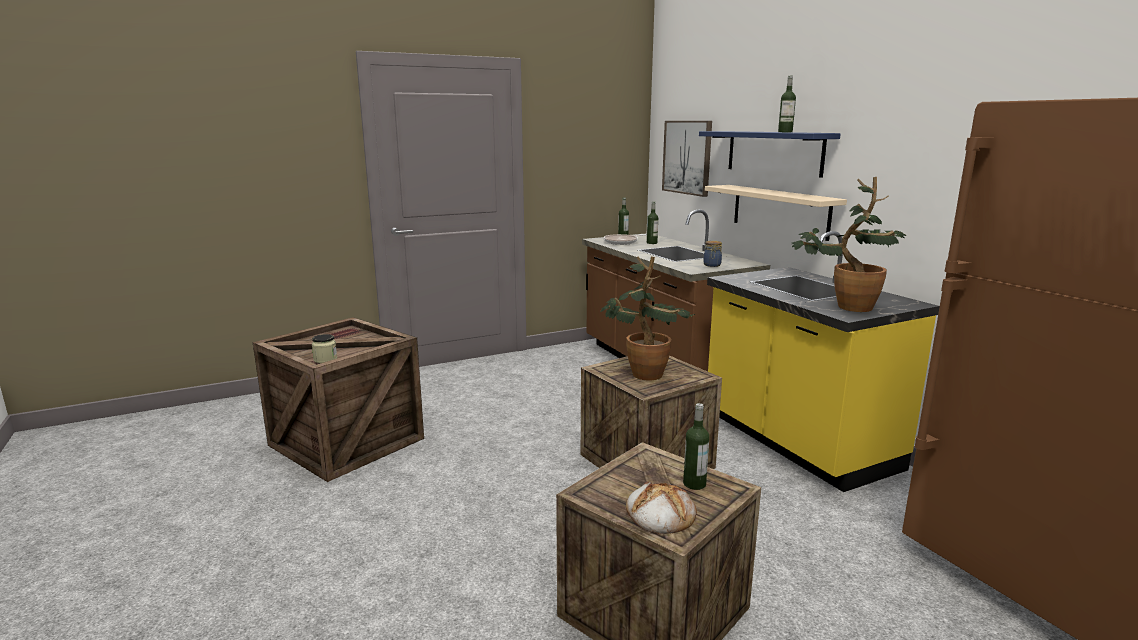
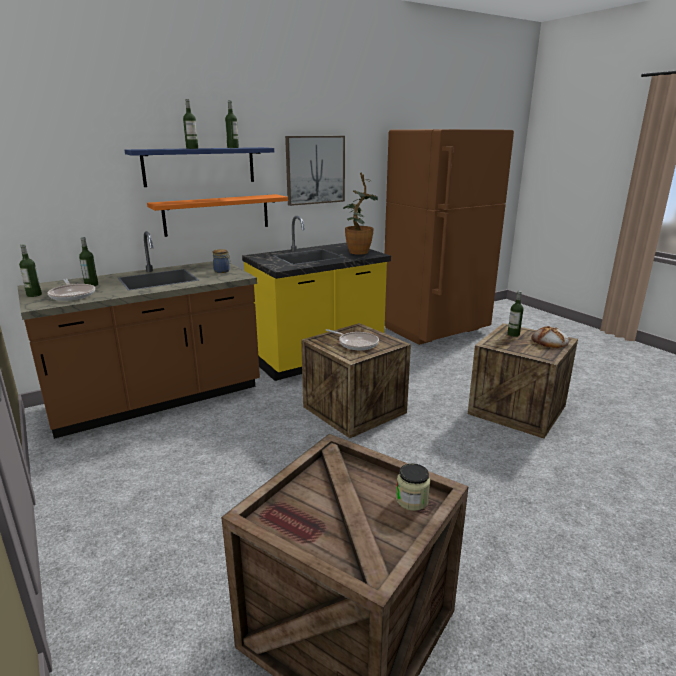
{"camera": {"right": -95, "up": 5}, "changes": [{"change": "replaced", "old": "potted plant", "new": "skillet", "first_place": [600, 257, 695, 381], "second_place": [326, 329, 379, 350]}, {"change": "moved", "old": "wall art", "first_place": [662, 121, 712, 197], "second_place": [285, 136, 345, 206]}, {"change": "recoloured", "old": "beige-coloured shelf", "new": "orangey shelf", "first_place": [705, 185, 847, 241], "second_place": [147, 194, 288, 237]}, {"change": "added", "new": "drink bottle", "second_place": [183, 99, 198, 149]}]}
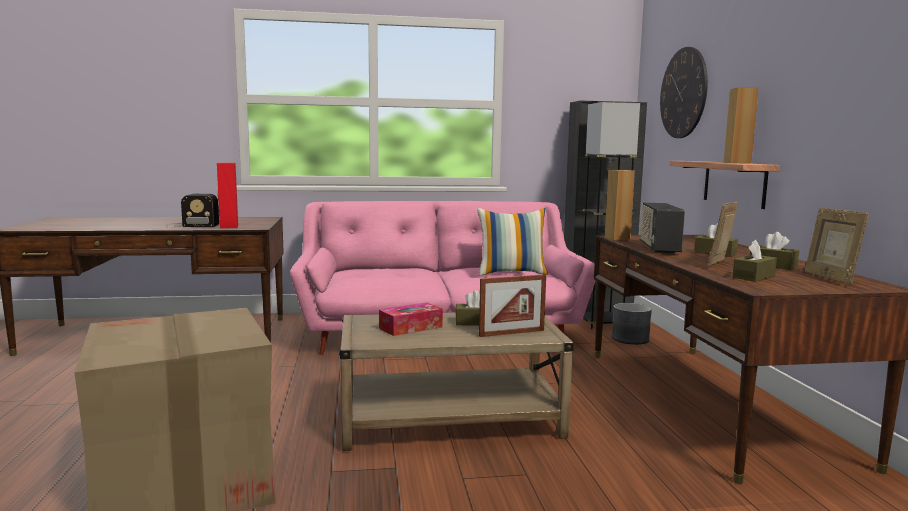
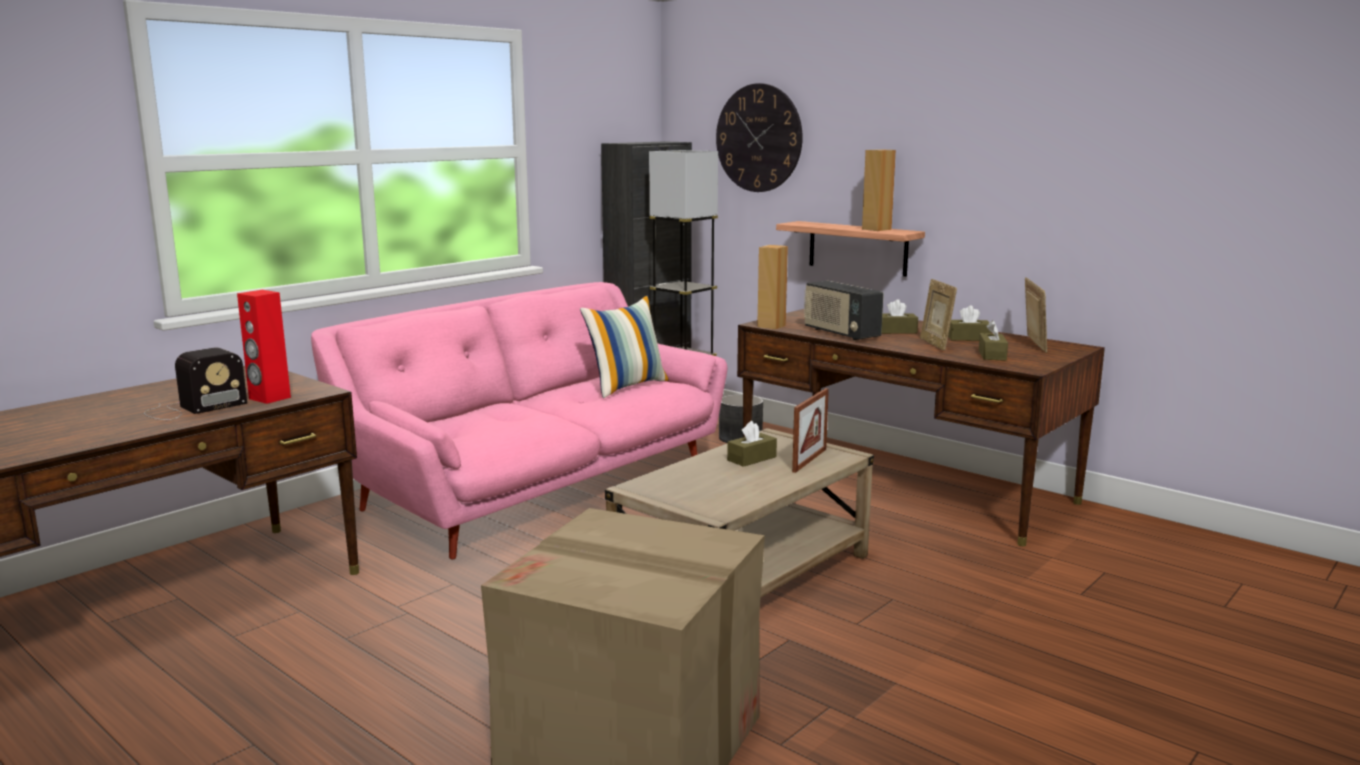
{"camera": {"right": -40, "up": 5}, "changes": [{"change": "removed", "old": "box of tissues", "first_place": [379, 303, 443, 336]}, {"change": "turned", "old": "standing frame", "first_place": [805, 208, 869, 284], "second_place": [1025, 277, 1047, 353], "degrees": -135}]}
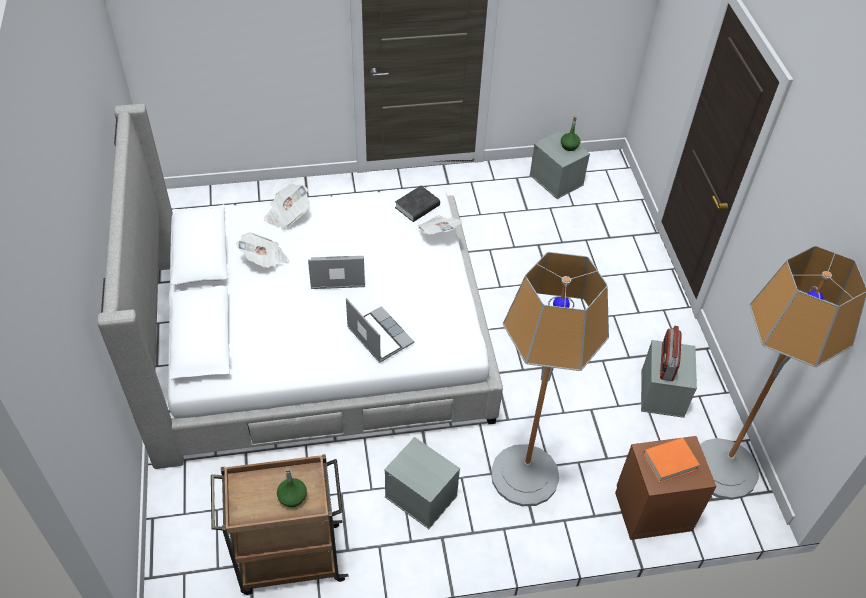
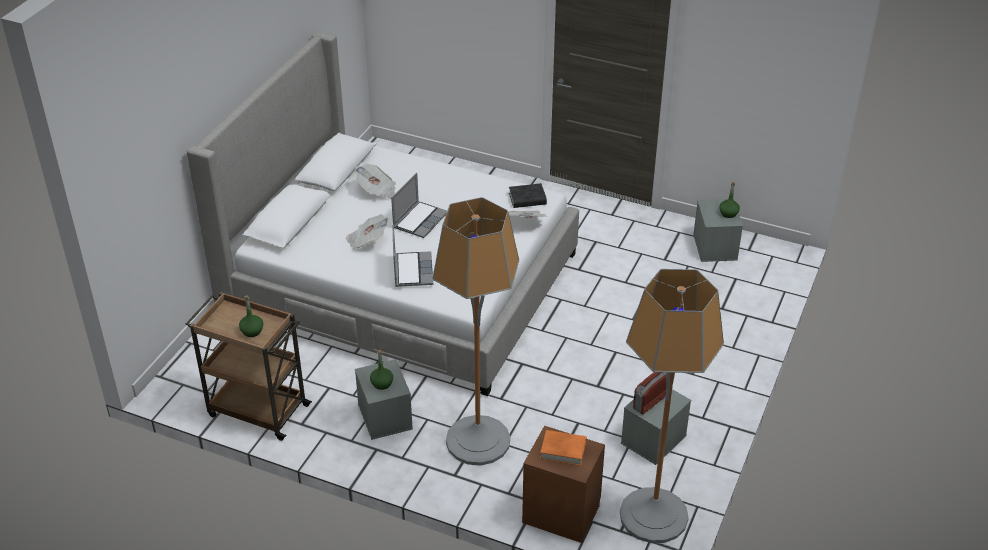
{"camera": {"right": 35, "up": -10}, "changes": [{"change": "moved", "old": "newspaper", "first_place": [264, 184, 310, 230], "second_place": [346, 214, 389, 250]}, {"change": "turned", "old": "portable computer", "first_place": [308, 256, 365, 289], "second_place": [391, 173, 447, 238], "degrees": 90}, {"change": "added", "new": "greenish drink bottle", "second_place": [370, 350, 393, 390]}]}
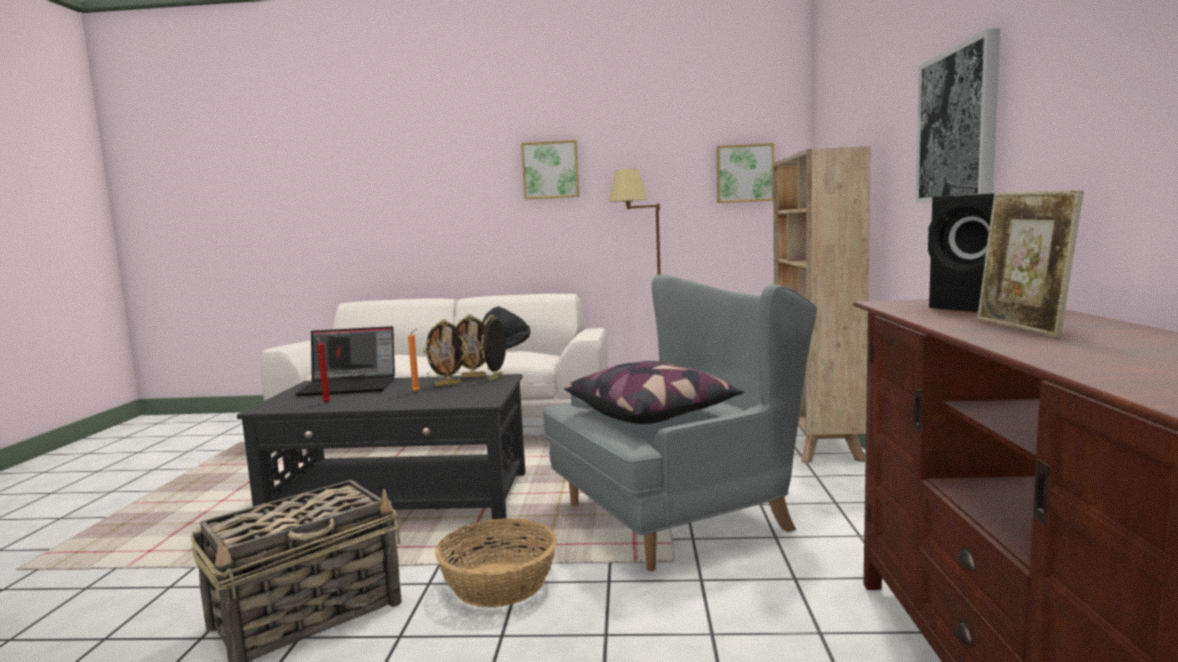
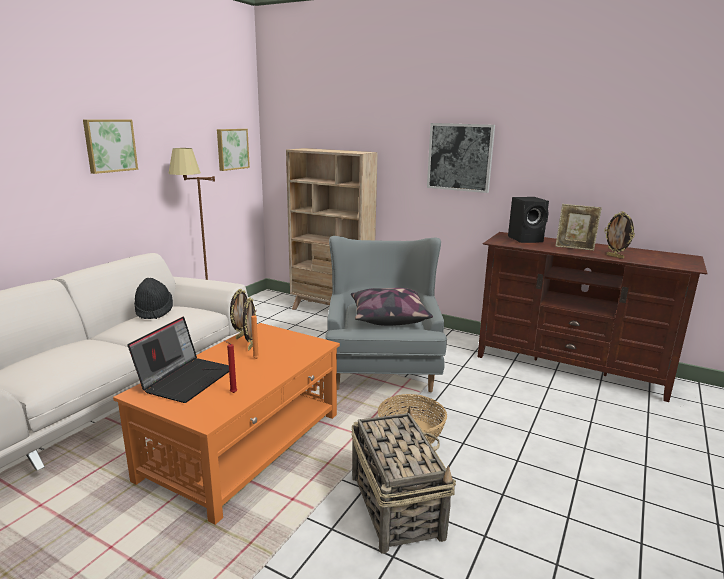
{"camera": {"right": -65, "up": 10}, "changes": [{"change": "recoloured", "old": "black coffee table", "new": "orangey coffee table", "first_place": [237, 374, 525, 522], "second_place": [113, 323, 340, 525]}, {"change": "moved", "old": "standing frame", "first_place": [480, 315, 506, 381], "second_place": [604, 211, 635, 259]}]}
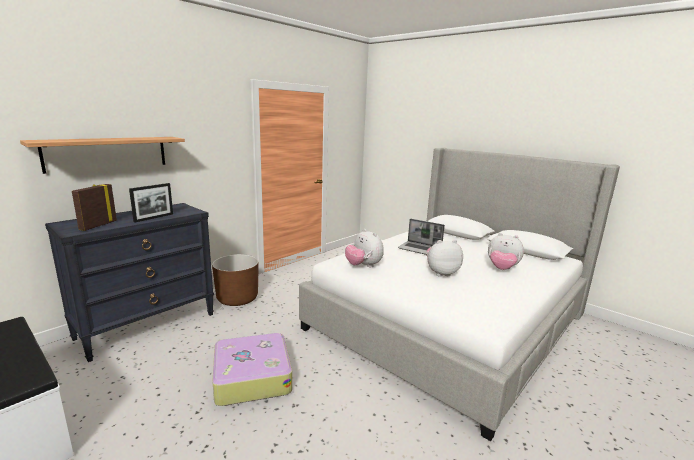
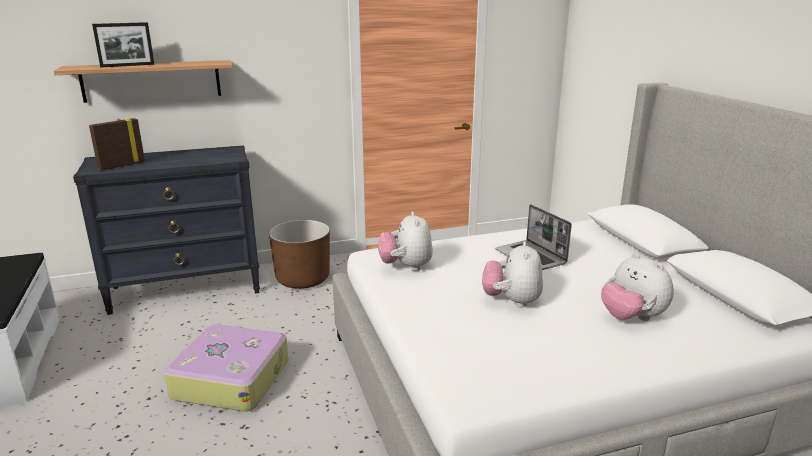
{"camera": {"right": 30, "up": 5}, "changes": [{"change": "moved", "old": "standing frame", "first_place": [129, 183, 173, 222], "second_place": [92, 22, 154, 68]}, {"change": "turned", "old": "soft toy", "first_place": [426, 240, 463, 277], "second_place": [482, 241, 543, 308], "degrees": -105}]}
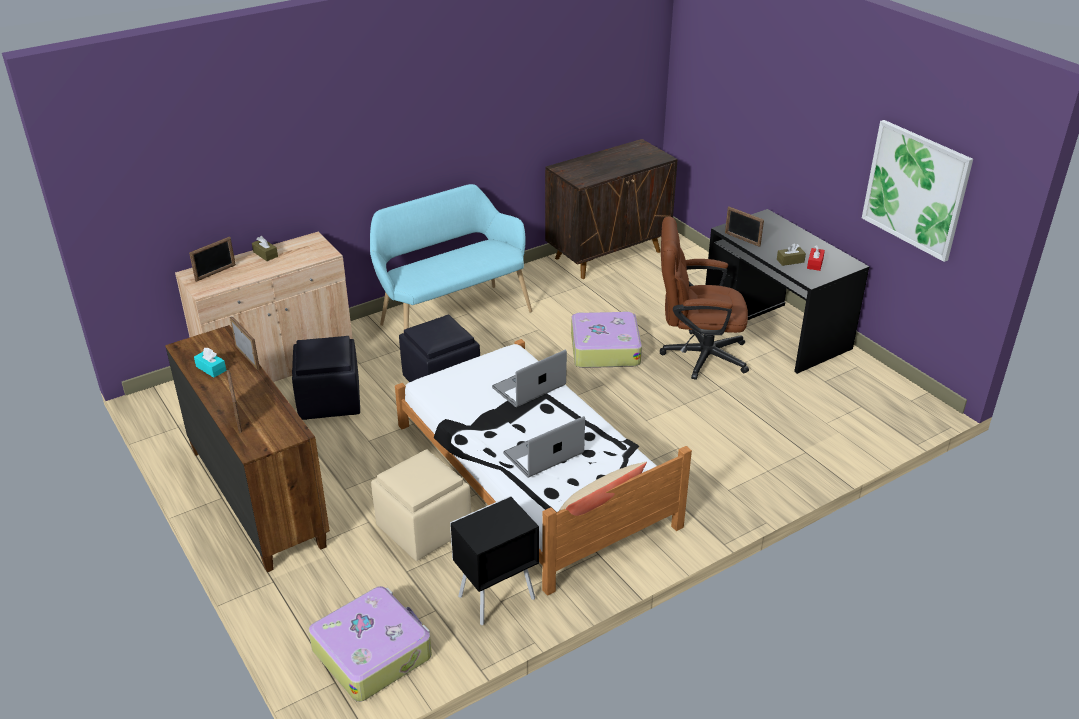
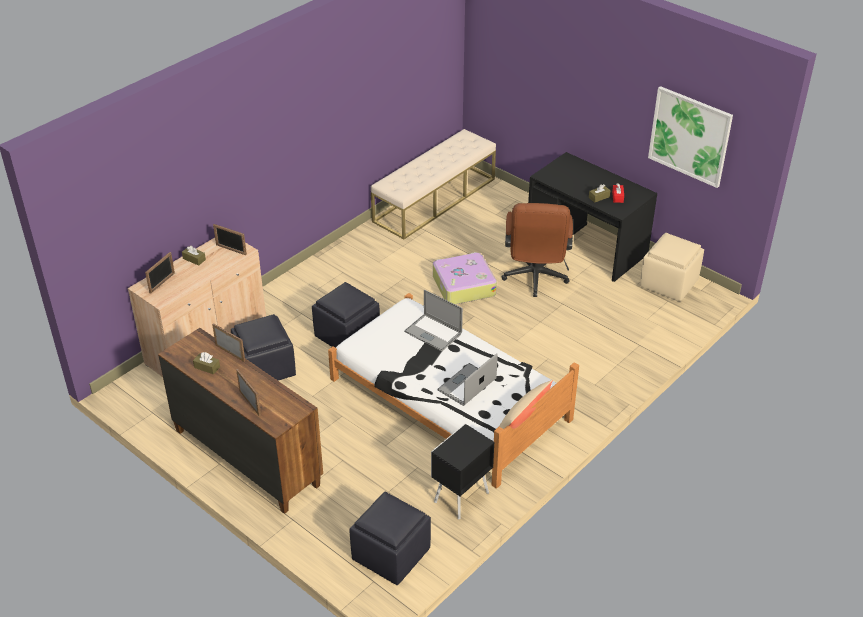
{"camera": {"right": -15, "up": 5}, "changes": [{"change": "recoloured", "old": "turquoise box of tissues", "new": "brown-coloured box of tissues", "first_place": [194, 347, 227, 378], "second_place": [193, 352, 220, 374]}, {"change": "replaced", "old": "travel case", "new": "black pouffe", "first_place": [309, 586, 432, 702], "second_place": [349, 491, 431, 585]}, {"change": "removed", "old": "turquoise bench", "first_place": [370, 184, 532, 329]}, {"change": "moved", "old": "beige-coloured pouffe", "first_place": [371, 449, 471, 561], "second_place": [640, 233, 704, 302]}, {"change": "turned", "old": "portable computer", "first_place": [492, 349, 567, 407], "second_place": [404, 289, 463, 351], "degrees": -90}, {"change": "replaced", "old": "brown-coloured cupboard", "new": "beige-coloured bench", "first_place": [545, 139, 678, 279], "second_place": [371, 129, 496, 239]}, {"change": "turned", "old": "brown-coloured computer chair", "first_place": [660, 217, 749, 380], "second_place": [502, 203, 573, 297], "degrees": -75}, {"change": "moved", "old": "standing frame", "first_place": [725, 206, 764, 247], "second_place": [213, 224, 247, 255]}]}
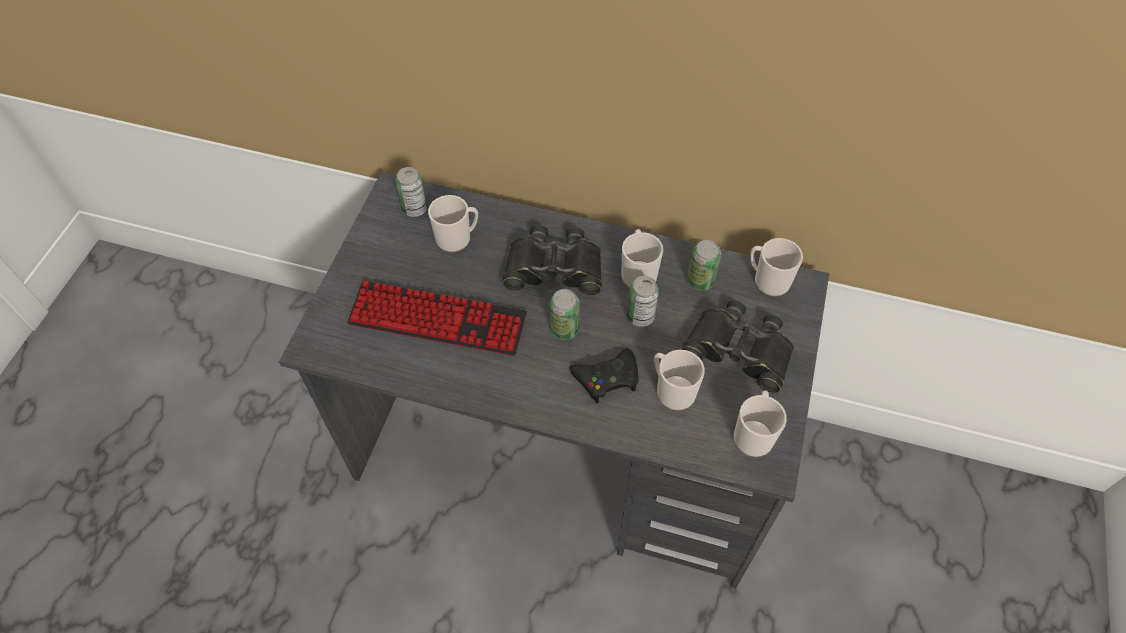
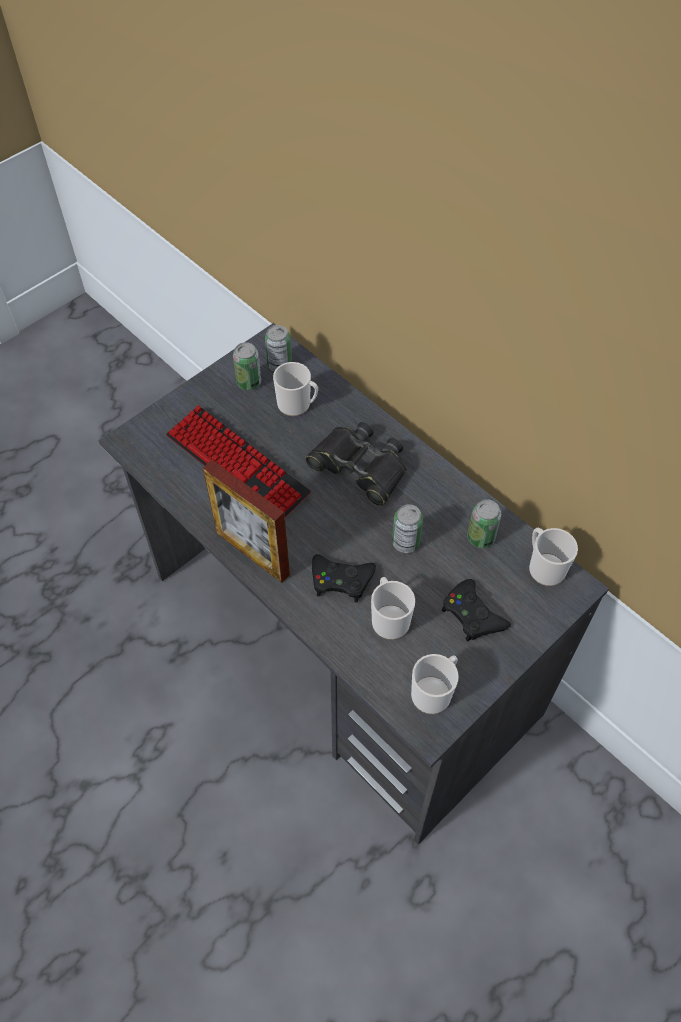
{"camera": {"right": 30, "up": 0}, "changes": [{"change": "moved", "old": "can", "first_place": [550, 289, 580, 340], "second_place": [233, 342, 261, 390]}, {"change": "removed", "old": "mug", "first_place": [621, 229, 663, 288]}, {"change": "replaced", "old": "black pair of binoculars", "new": "black joypad", "first_place": [681, 300, 794, 393], "second_place": [442, 579, 511, 641]}, {"change": "added", "new": "standing frame", "second_place": [203, 460, 290, 583]}]}
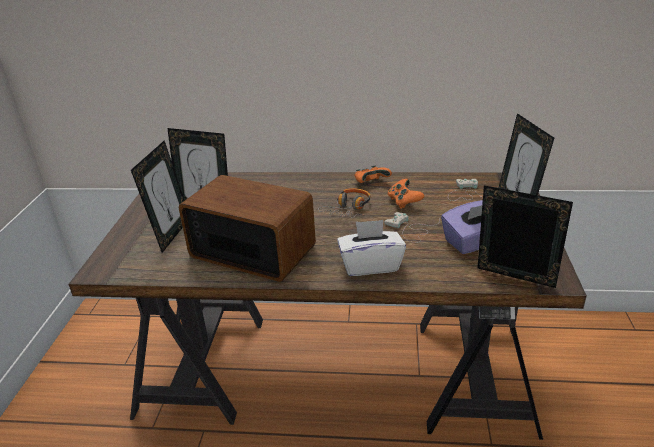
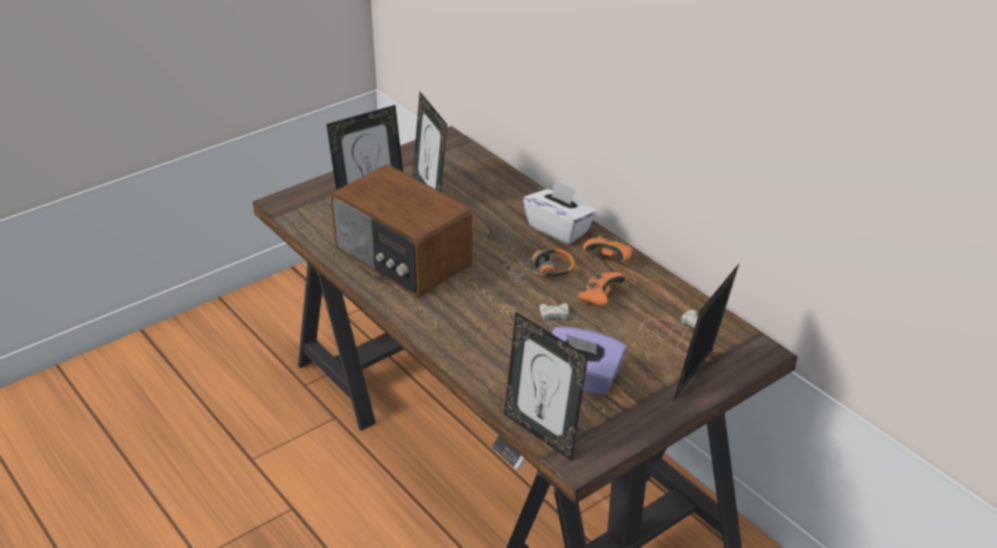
{"camera": {"right": 45, "up": 5}, "changes": [{"change": "turned", "old": "radio set", "first_place": [179, 175, 316, 282], "second_place": [330, 165, 473, 297], "degrees": 150}, {"change": "moved", "old": "whitish box of tissues", "first_place": [337, 220, 406, 276], "second_place": [523, 180, 596, 244]}, {"change": "turned", "old": "standing frame", "first_place": [477, 185, 573, 288], "second_place": [504, 312, 588, 461], "degrees": 150}]}
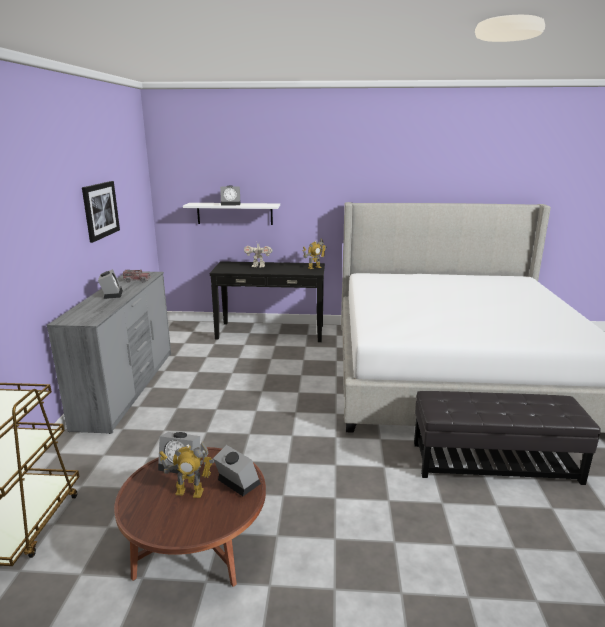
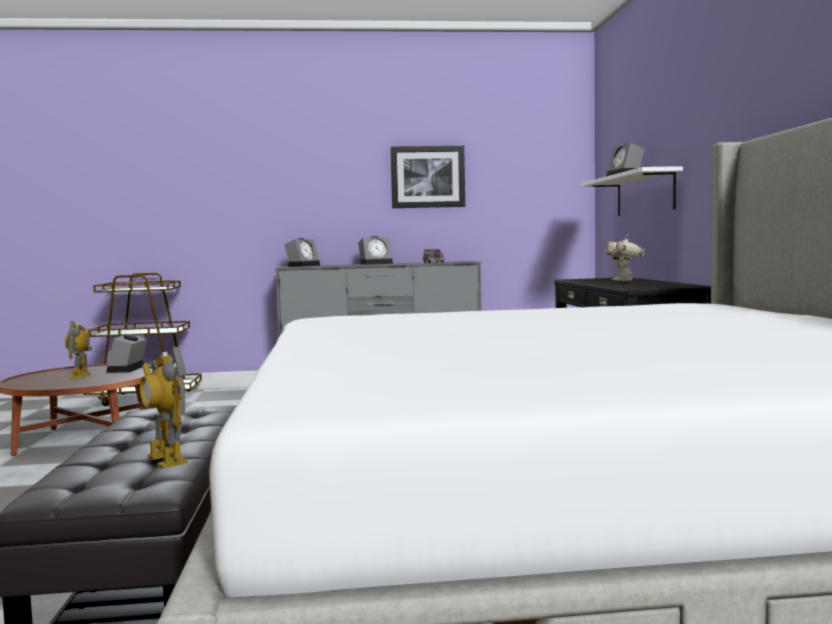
{"camera": {"right": 80, "up": -15}, "changes": [{"change": "moved", "old": "table clock", "first_place": [213, 445, 261, 496], "second_place": [284, 238, 321, 267]}, {"change": "moved", "old": "robot figure", "first_place": [302, 238, 327, 269], "second_place": [140, 347, 188, 469]}]}
